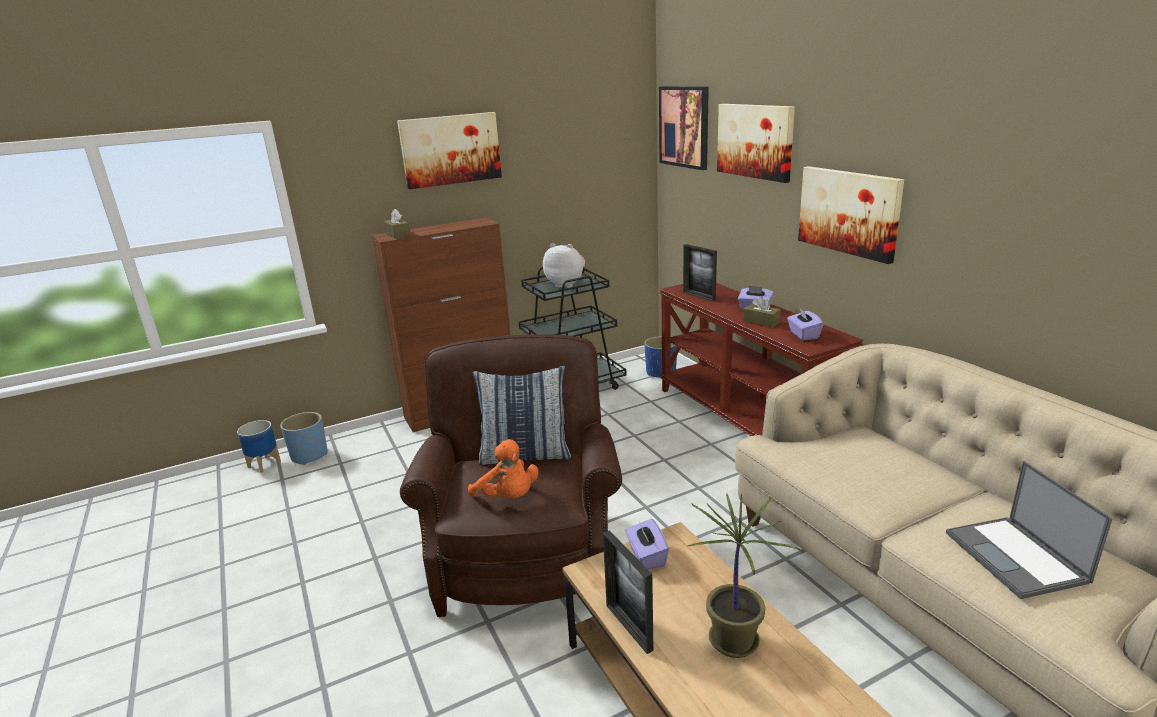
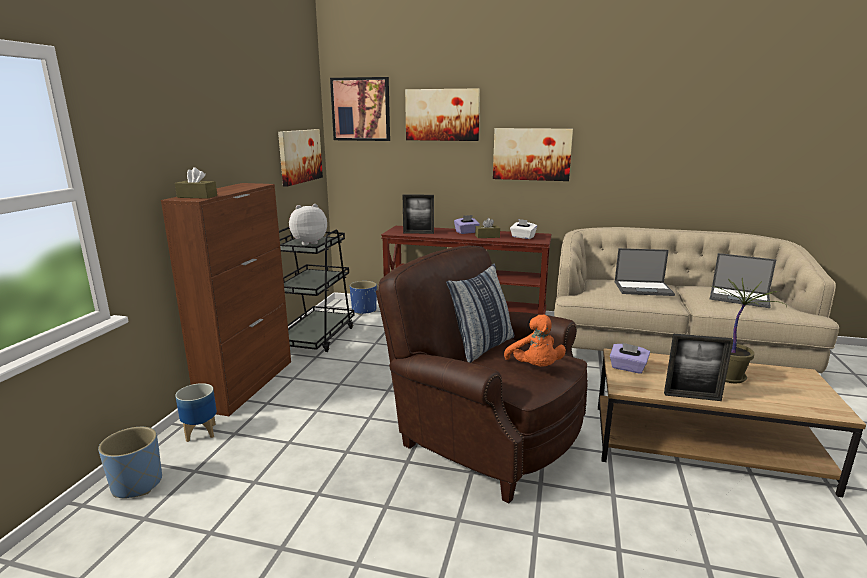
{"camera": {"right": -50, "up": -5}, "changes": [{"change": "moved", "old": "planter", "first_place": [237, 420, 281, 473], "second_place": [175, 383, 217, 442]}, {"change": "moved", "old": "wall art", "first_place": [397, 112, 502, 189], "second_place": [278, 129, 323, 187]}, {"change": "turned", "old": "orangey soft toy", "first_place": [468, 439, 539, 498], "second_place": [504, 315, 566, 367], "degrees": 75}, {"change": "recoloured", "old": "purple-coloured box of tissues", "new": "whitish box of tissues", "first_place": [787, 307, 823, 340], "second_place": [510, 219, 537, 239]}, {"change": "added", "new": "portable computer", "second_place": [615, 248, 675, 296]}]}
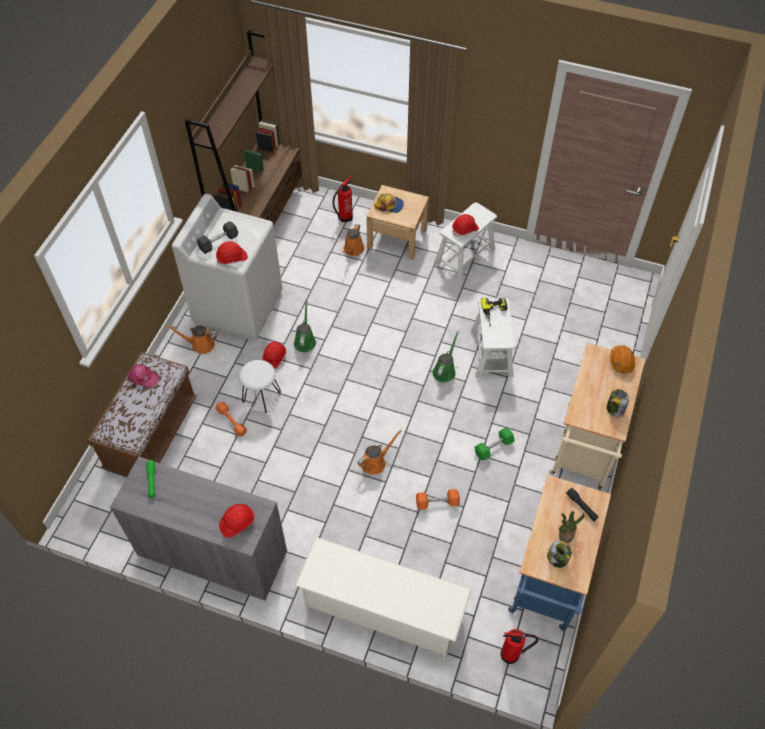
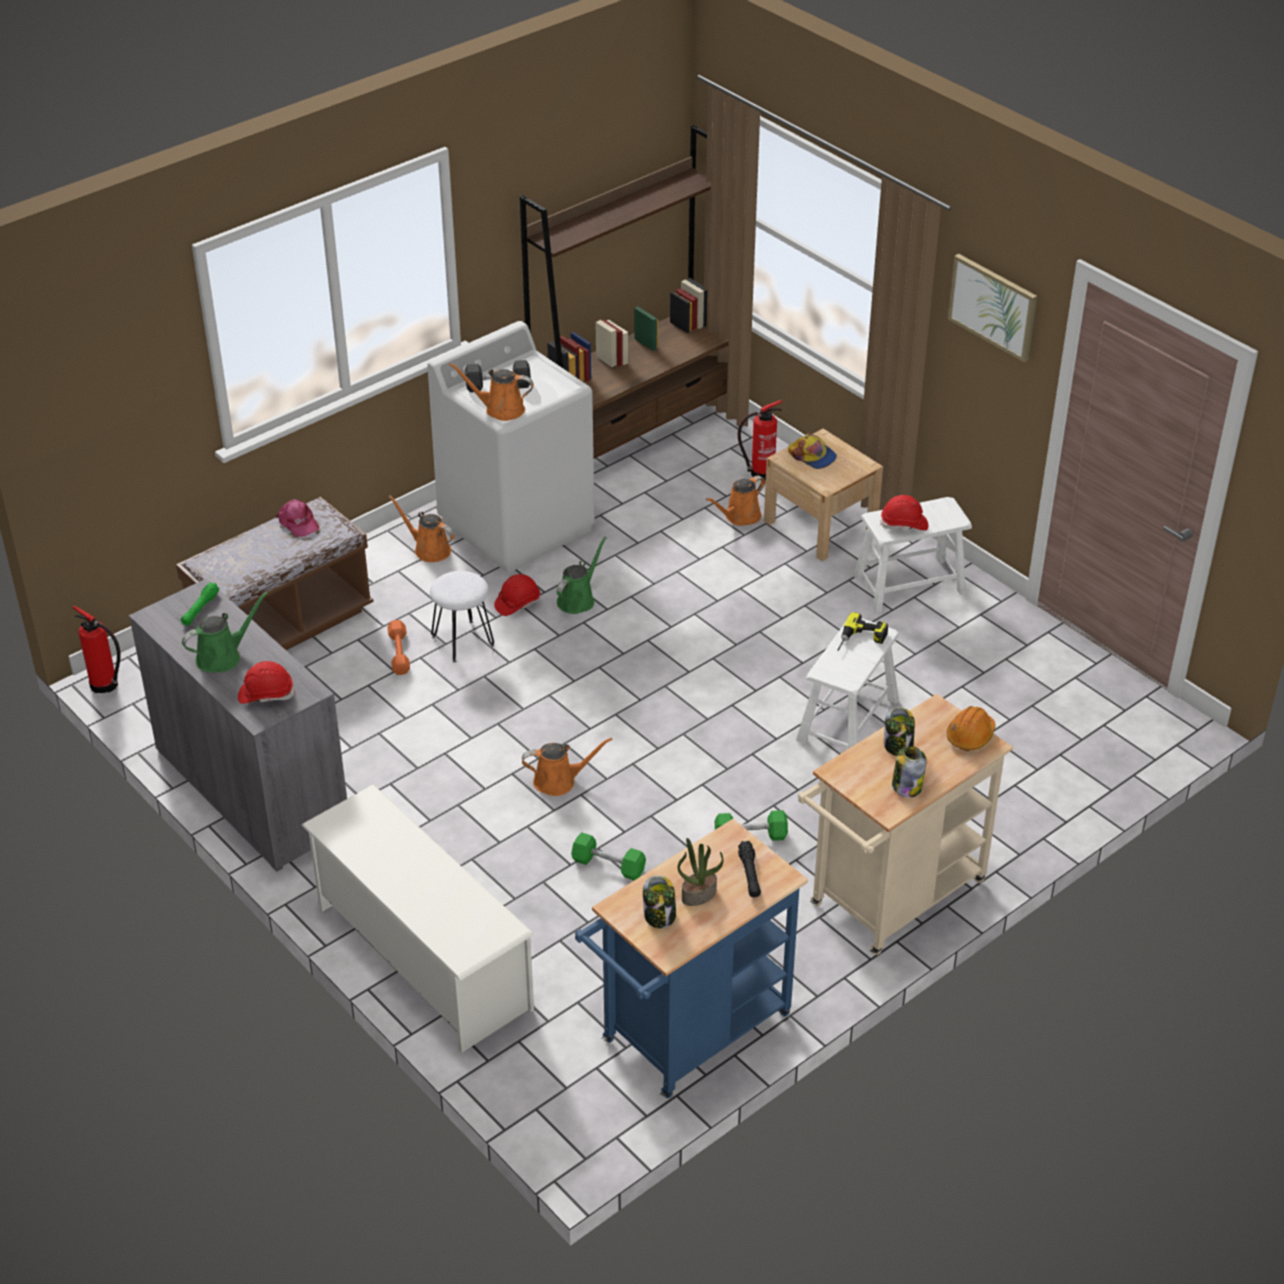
{"camera": {"right": 30, "up": -15}, "changes": [{"change": "replaced", "old": "reddish safety helmet", "new": "orangey watering can", "first_place": [216, 241, 248, 265], "second_place": [449, 362, 534, 421]}, {"change": "recoloured", "old": "orangey free weight", "new": "greenish free weight", "first_place": [416, 489, 460, 510], "second_place": [571, 832, 646, 880]}, {"change": "moved", "old": "greenish watering can", "first_place": [432, 331, 459, 382], "second_place": [182, 592, 268, 673]}, {"change": "moved", "old": "fire-fighting cylinder", "first_place": [501, 629, 539, 664], "second_place": [72, 606, 121, 693]}, {"change": "added", "new": "preserve jar", "second_place": [884, 707, 915, 756]}, {"change": "added", "new": "wall art", "second_place": [948, 254, 1037, 362]}]}
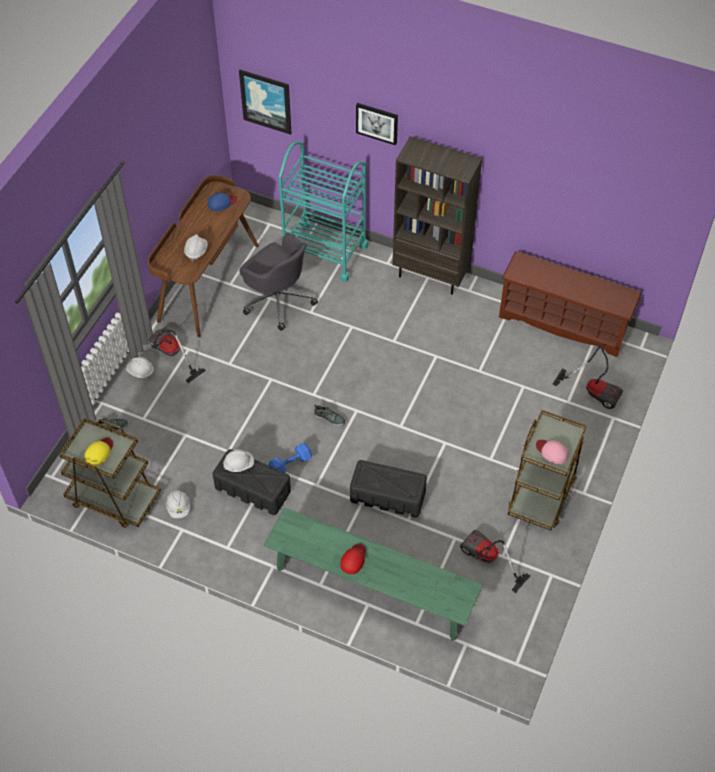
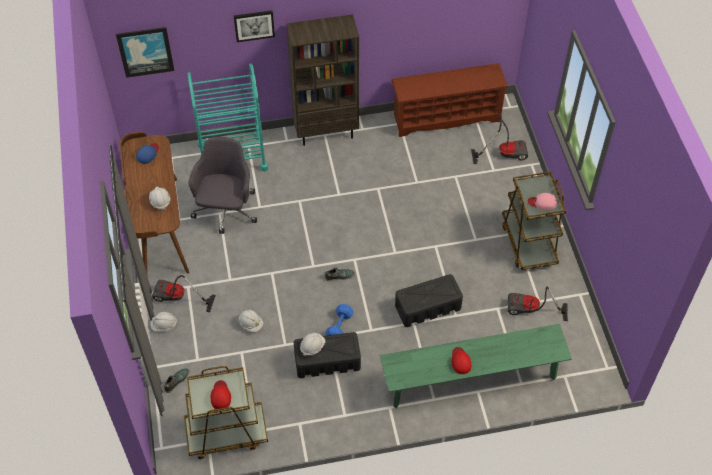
{"camera": {"right": -35, "up": 0}, "changes": [{"change": "recoloured", "old": "yellow-coloured peaked cap", "new": "reddish peaked cap", "first_place": [85, 438, 113, 466], "second_place": [211, 380, 231, 409]}, {"change": "moved", "old": "whitish safety helmet", "first_place": [166, 490, 190, 518], "second_place": [239, 310, 263, 332]}, {"change": "turned", "old": "grey computer chair", "first_place": [239, 233, 318, 331], "second_place": [188, 137, 257, 234], "degrees": -90}]}
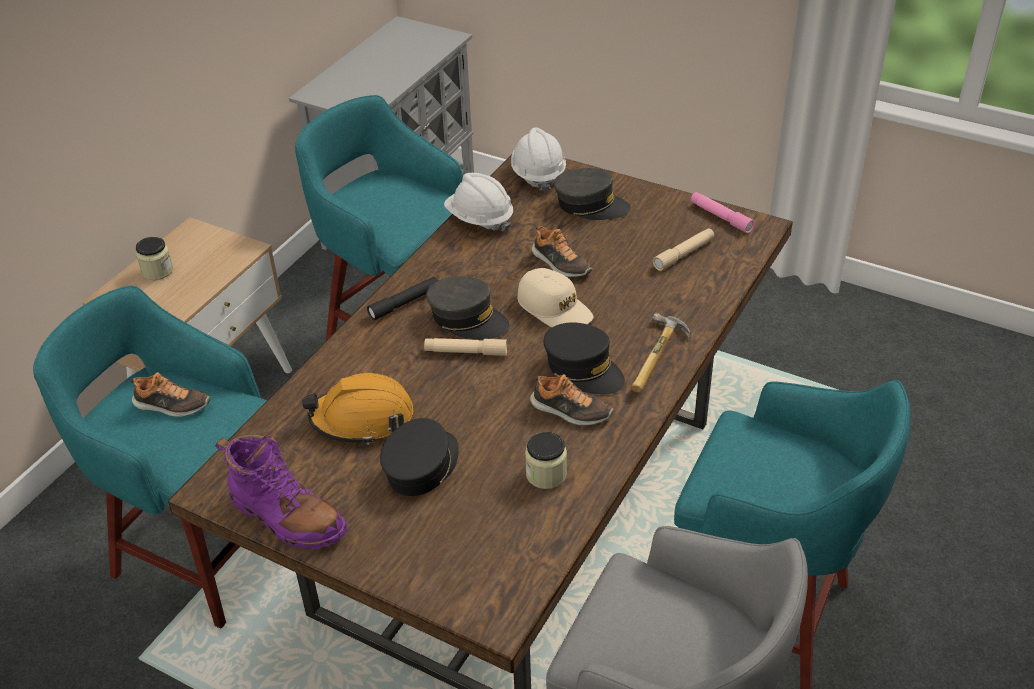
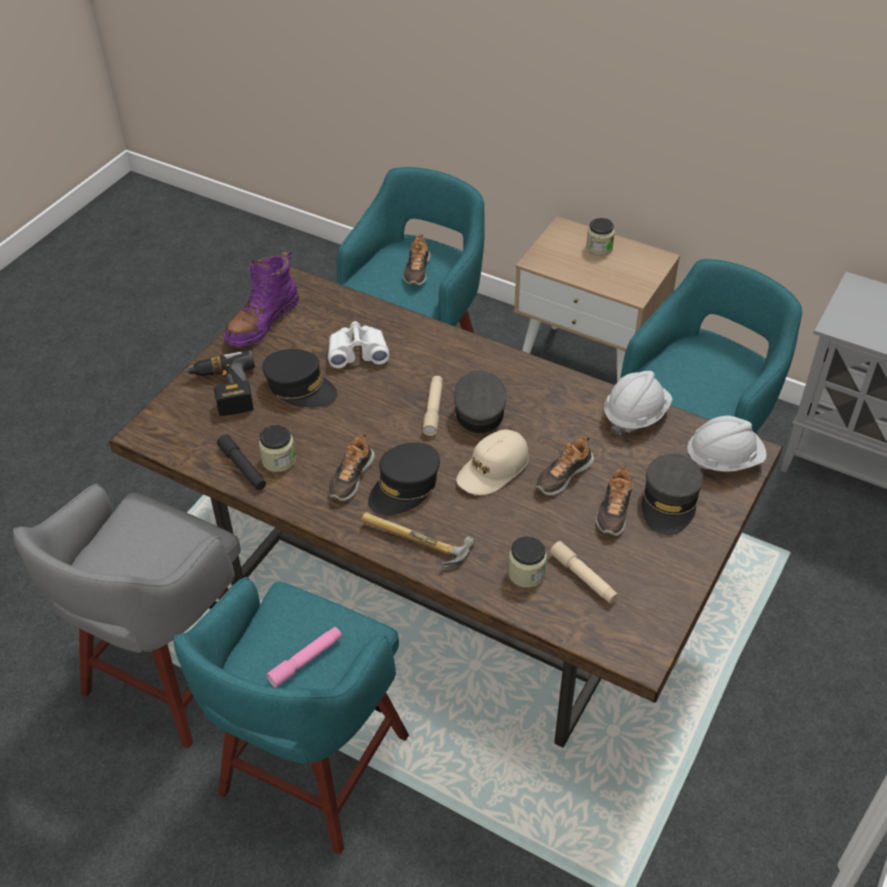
{"camera": {"right": 90, "up": 5}, "changes": [{"change": "replaced", "old": "orangey safety helmet", "new": "whitish pair of binoculars", "first_place": [302, 373, 413, 445], "second_place": [328, 321, 389, 368]}, {"change": "moved", "old": "black torch", "first_place": [367, 277, 438, 320], "second_place": [217, 434, 266, 490]}, {"change": "turned", "old": "grey peaked cap", "first_place": [426, 276, 509, 339], "second_place": [454, 370, 507, 433], "degrees": 150}, {"change": "moved", "old": "pink-coloured torch", "first_place": [691, 192, 755, 233], "second_place": [266, 627, 342, 688]}, {"change": "added", "new": "power drill", "second_place": [183, 350, 255, 416]}, {"change": "added", "new": "preserve jar", "second_place": [508, 536, 547, 588]}, {"change": "added", "new": "shoe", "second_place": [596, 465, 633, 536]}]}
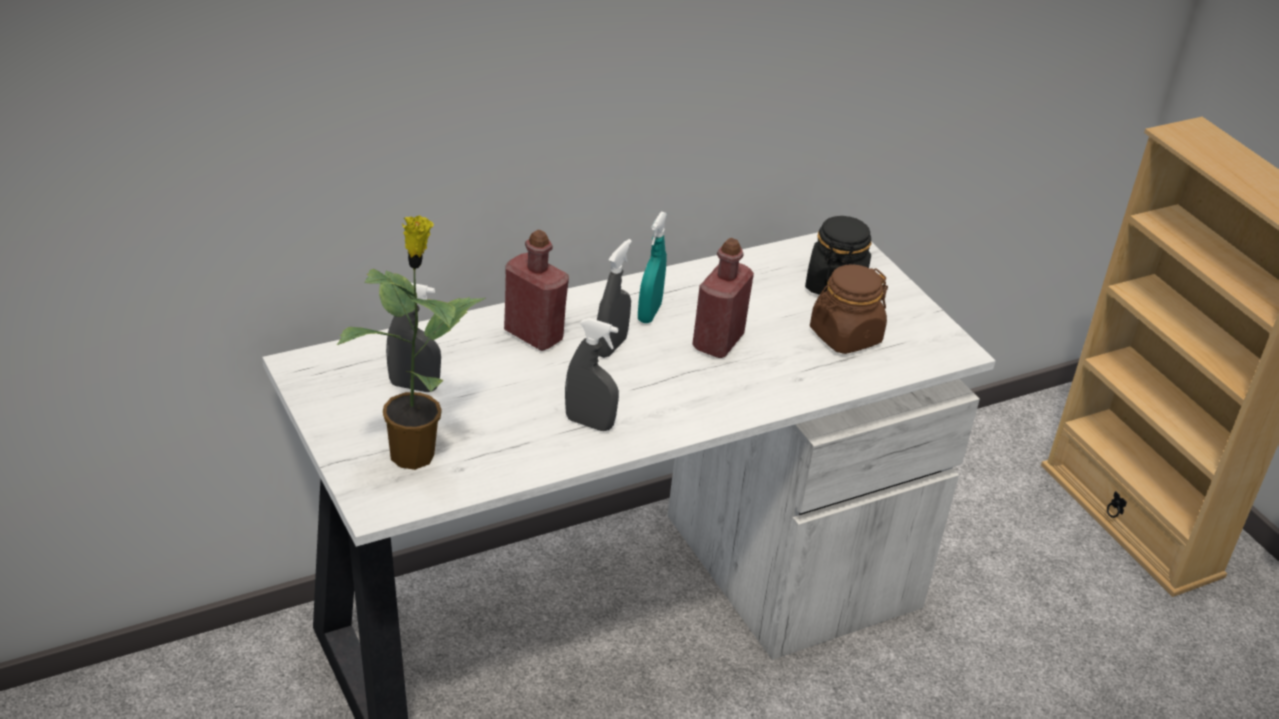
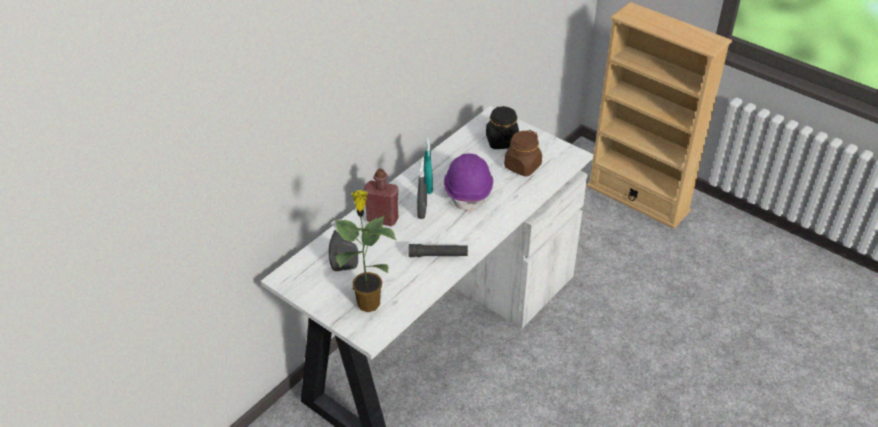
{"camera": {"right": -20, "up": 5}, "changes": [{"change": "replaced", "old": "grey sprayer", "new": "black torch", "first_place": [565, 318, 619, 431], "second_place": [408, 244, 468, 257]}, {"change": "replaced", "old": "reddish drink bottle", "new": "purple-coloured safety helmet", "first_place": [692, 238, 754, 358], "second_place": [444, 154, 493, 213]}]}
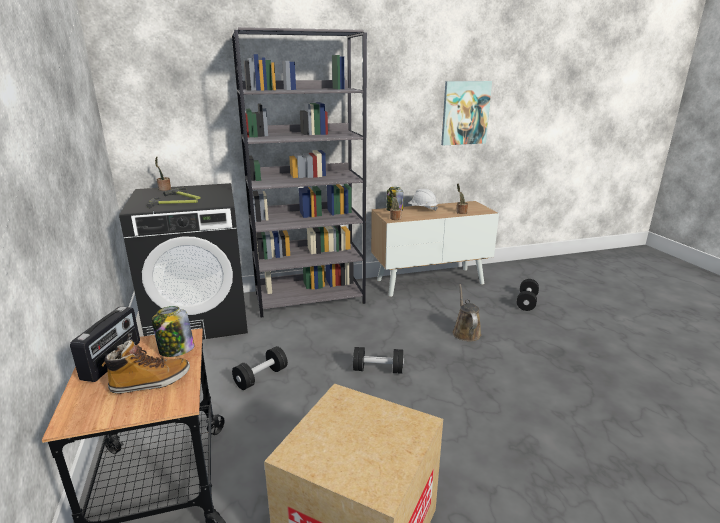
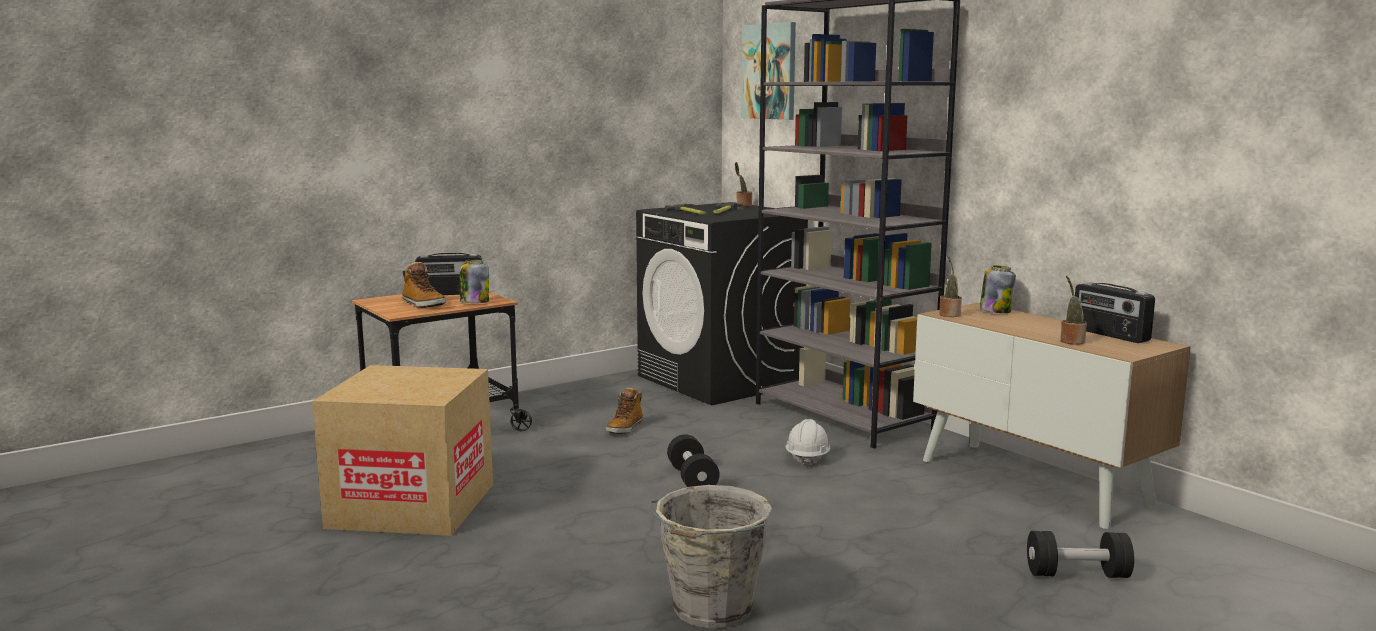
{"camera": {"right": 70, "up": -10}, "changes": [{"change": "replaced", "old": "black free weight", "new": "tall boot", "first_place": [232, 346, 288, 390], "second_place": [606, 387, 643, 434]}, {"change": "moved", "old": "whitish safety helmet", "first_place": [408, 189, 438, 211], "second_place": [786, 419, 830, 468]}, {"change": "moved", "old": "wall art", "first_place": [441, 81, 492, 145], "second_place": [741, 22, 796, 120]}, {"change": "removed", "old": "brown-coloured watering can", "first_place": [453, 284, 481, 342]}, {"change": "added", "new": "grey pail", "second_place": [650, 485, 772, 628]}, {"change": "added", "new": "radio set", "second_place": [1075, 282, 1155, 343]}]}
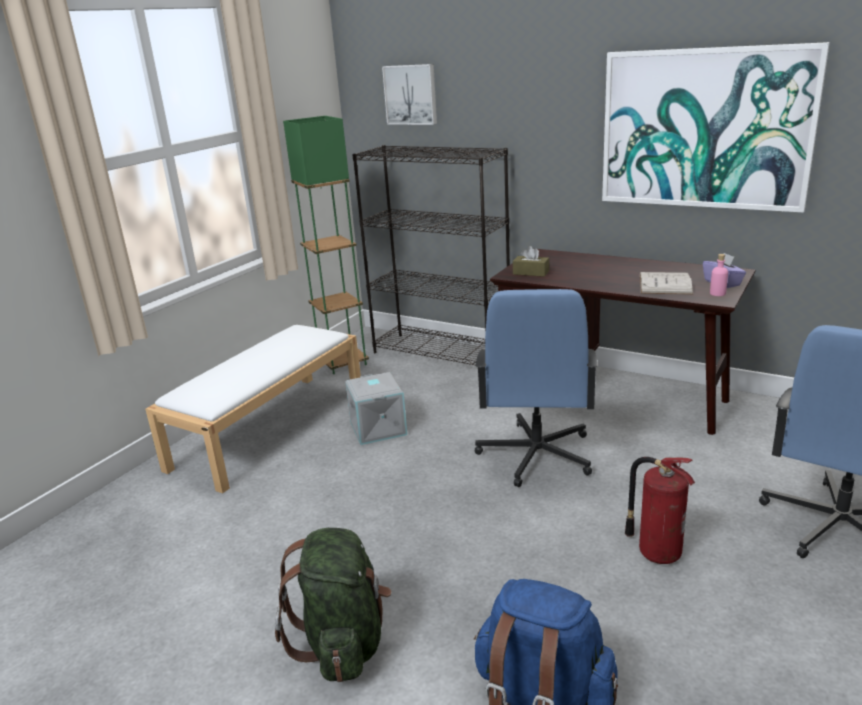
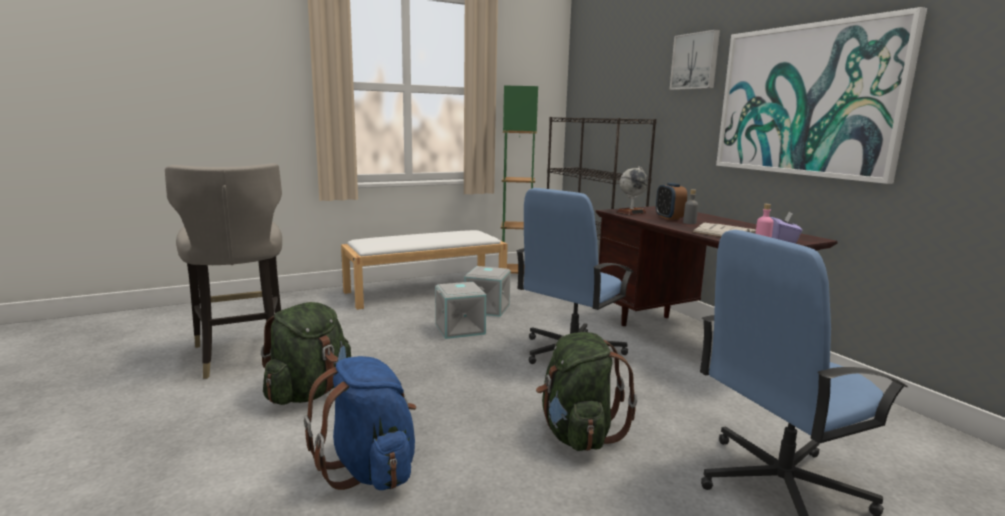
{"camera": {"right": 30, "up": -10}, "changes": [{"change": "moved", "old": "wall art", "first_place": [382, 64, 437, 125], "second_place": [670, 30, 720, 90]}, {"change": "replaced", "old": "brown-coloured box of tissues", "new": "world globe", "first_place": [513, 246, 549, 277], "second_place": [617, 166, 648, 215]}, {"change": "replaced", "old": "fire-fighting cylinder", "new": "greenish backpack", "first_place": [625, 457, 695, 564], "second_place": [536, 332, 637, 451]}, {"change": "added", "new": "grey stool seat", "second_place": [165, 163, 282, 379]}, {"change": "added", "new": "grey storage bin", "second_place": [435, 282, 486, 339]}, {"change": "added", "new": "table clock", "second_place": [656, 183, 687, 220]}, {"change": "added", "new": "grey drink bottle", "second_place": [683, 189, 698, 224]}]}
